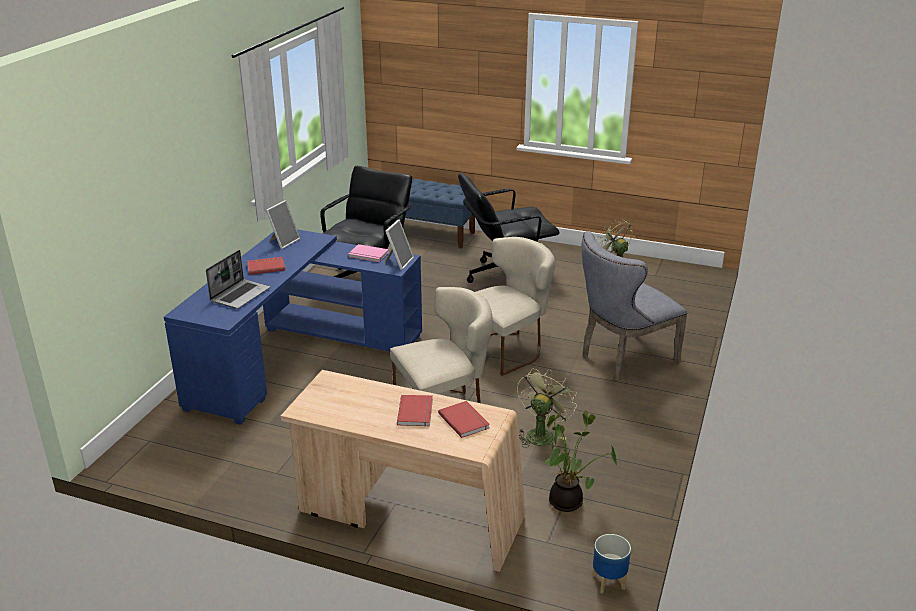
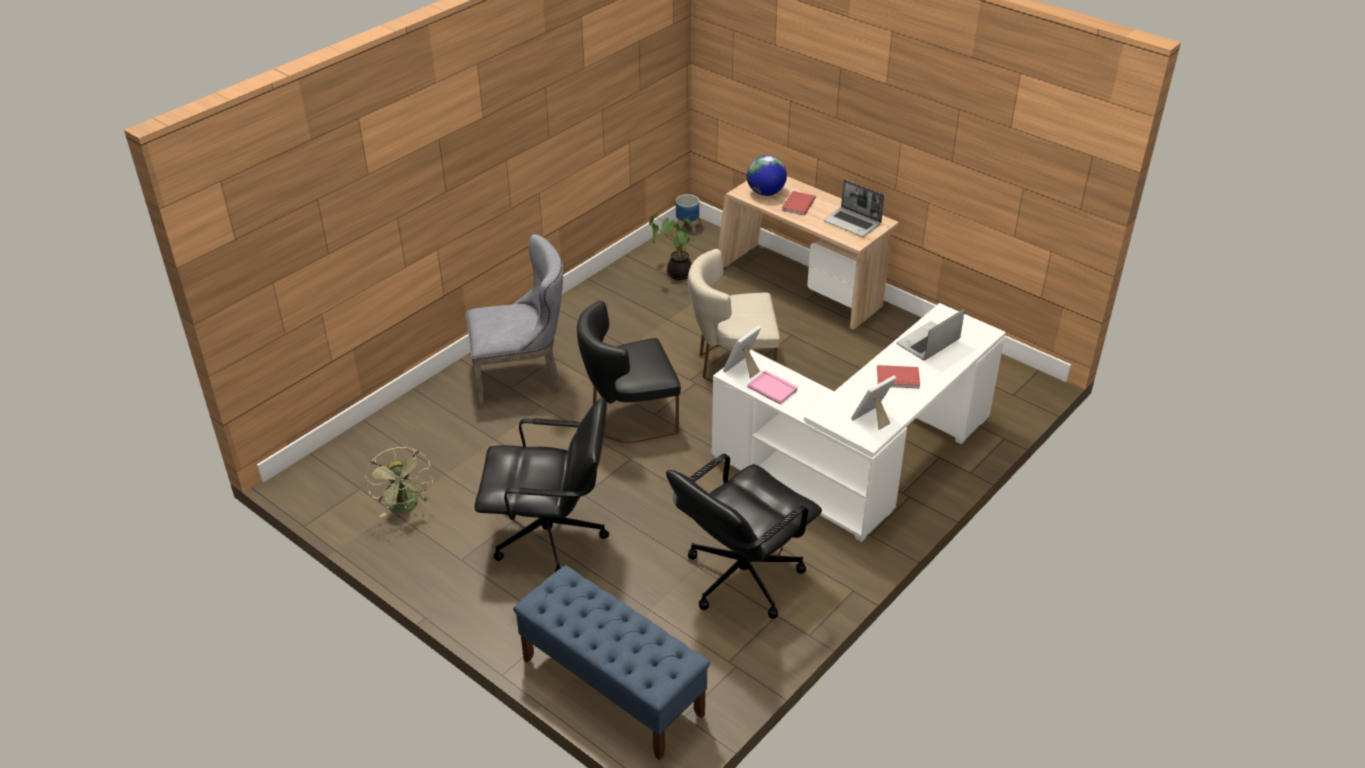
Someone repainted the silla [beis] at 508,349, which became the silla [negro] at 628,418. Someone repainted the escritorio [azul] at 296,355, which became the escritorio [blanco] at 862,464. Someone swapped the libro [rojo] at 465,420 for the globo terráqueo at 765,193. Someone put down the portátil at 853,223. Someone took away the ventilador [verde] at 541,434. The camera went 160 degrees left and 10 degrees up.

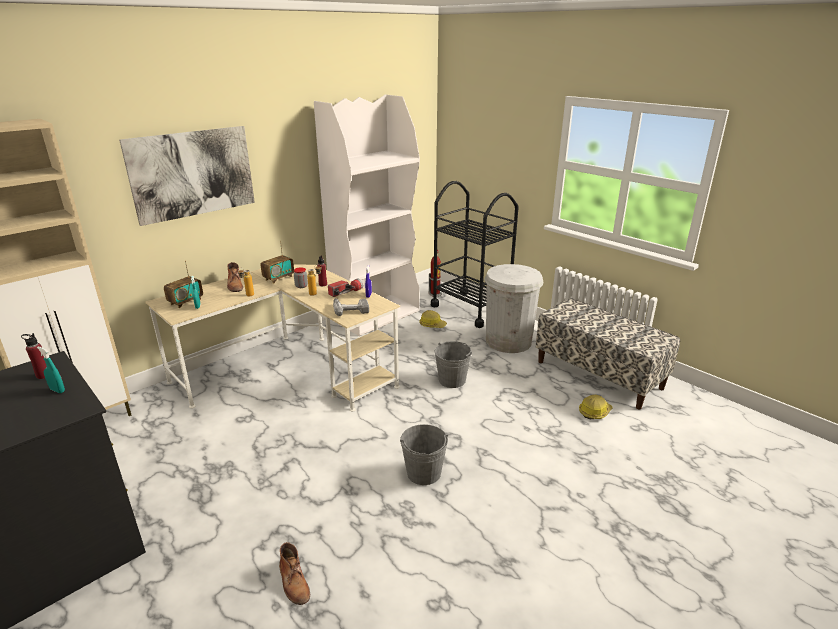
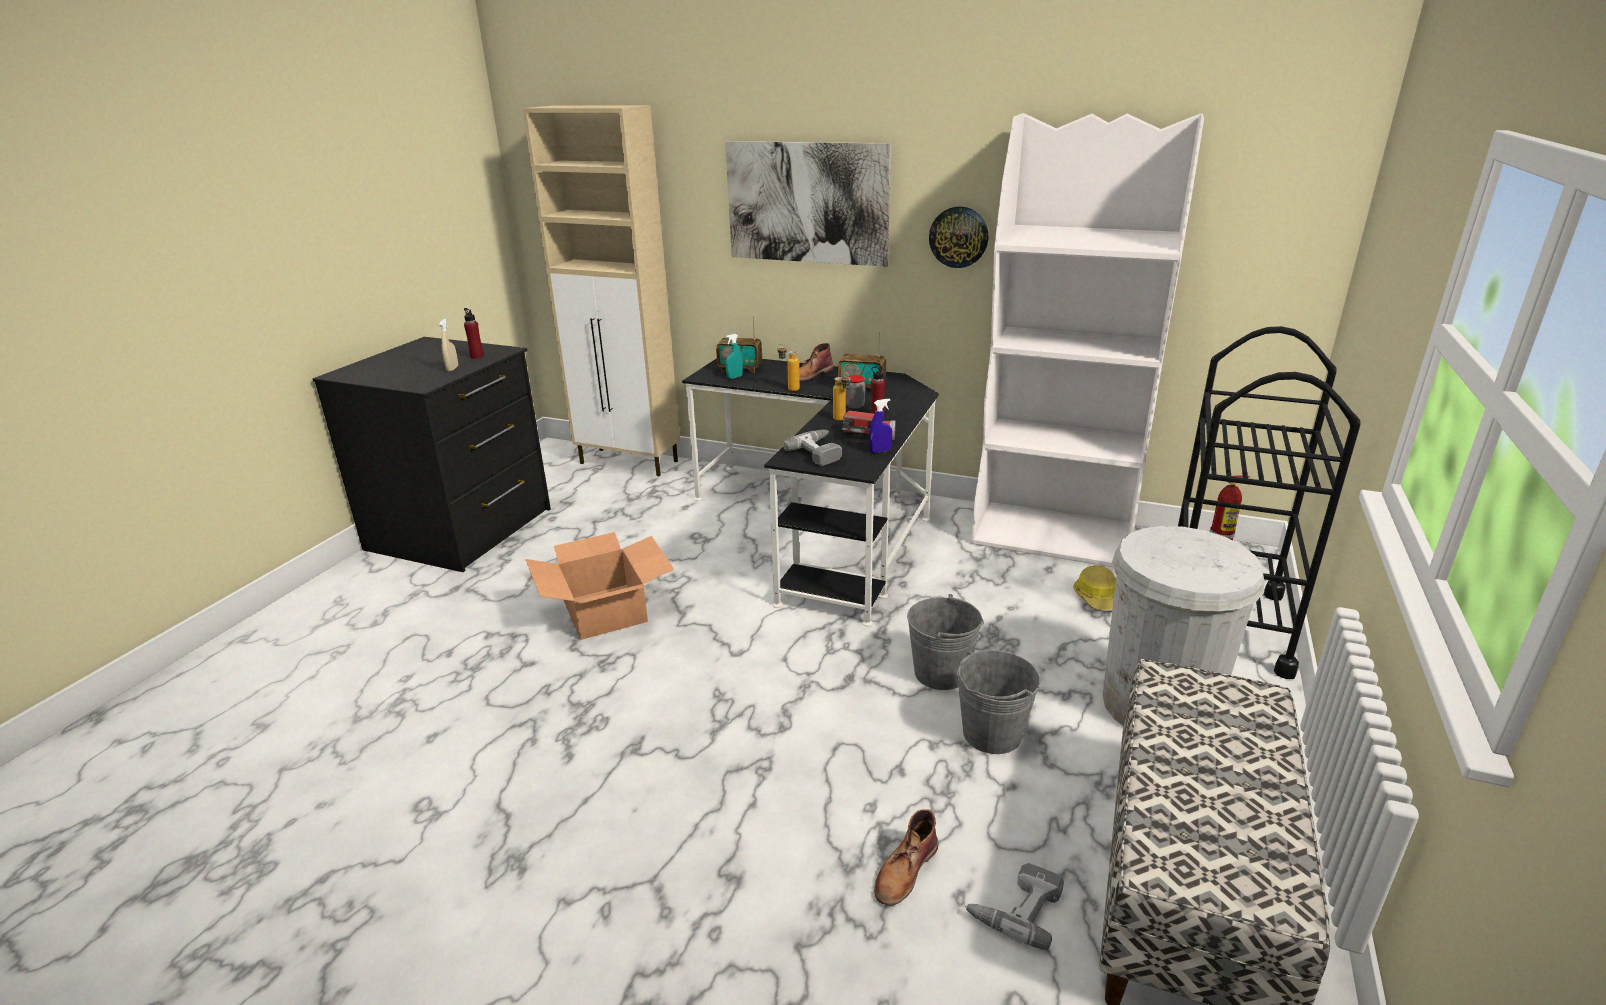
Someone repainted the pulverizador [turquesa] at 57,390, which became the pulverizador [beis] at 452,369. Someone put down the caja de cartón at 606,611. Someone repainted the escritorio [beis] at 289,370, which became the escritorio [negro] at 824,525. Someone carried the bota [marrón] from 294,582 to 905,870. Someone put up the reloj de pared at 958,237. Someone carried the cubo [gris] from 424,473 to 992,733. Someone swapped the casco at 594,412 for the taladro at 1015,908. The camera went 65 degrees right and 0 degrees up.

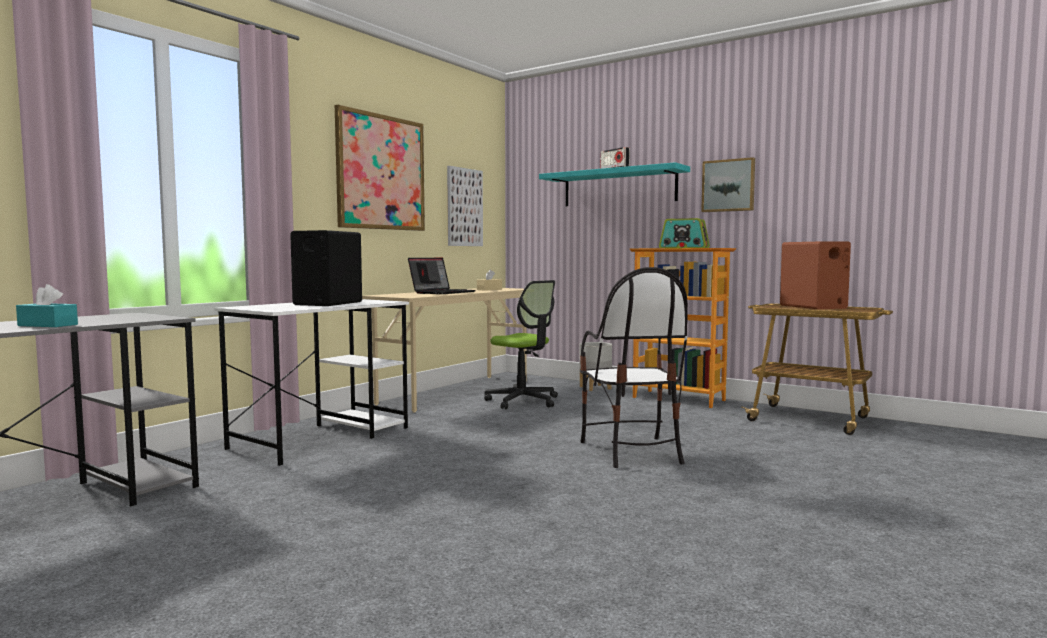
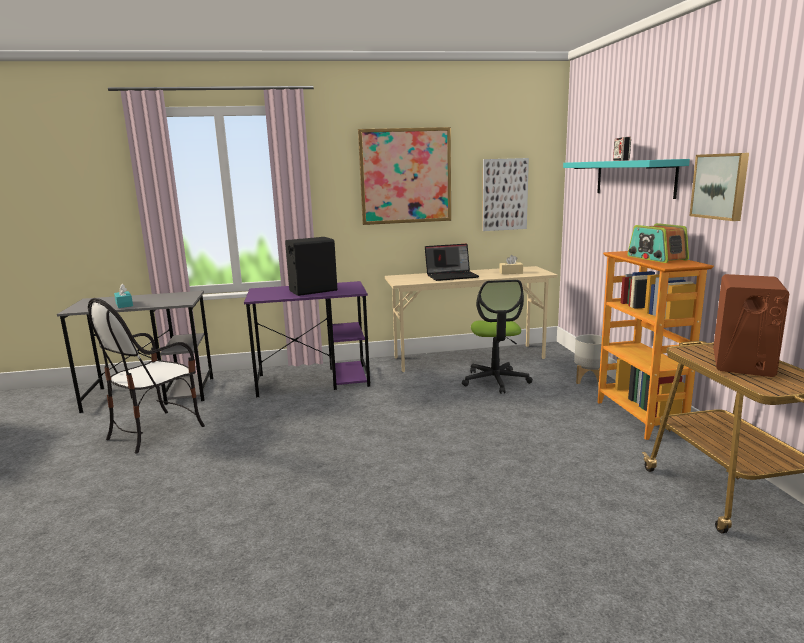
Someone carried the silla from 631,451 to 156,431. Someone repainted the escritorio [blanco] at 322,437, which became the escritorio [morado] at 314,380. The camera went 45 degrees right and 10 degrees up.

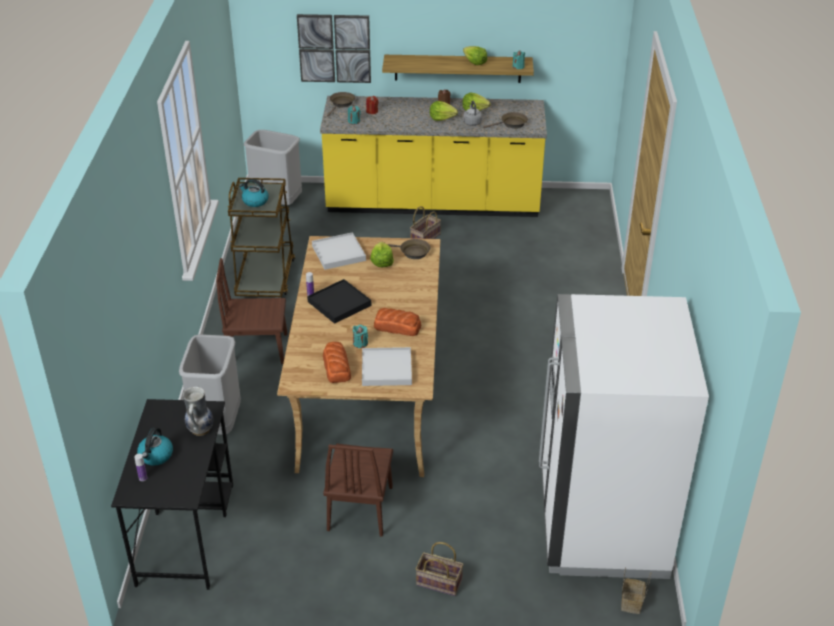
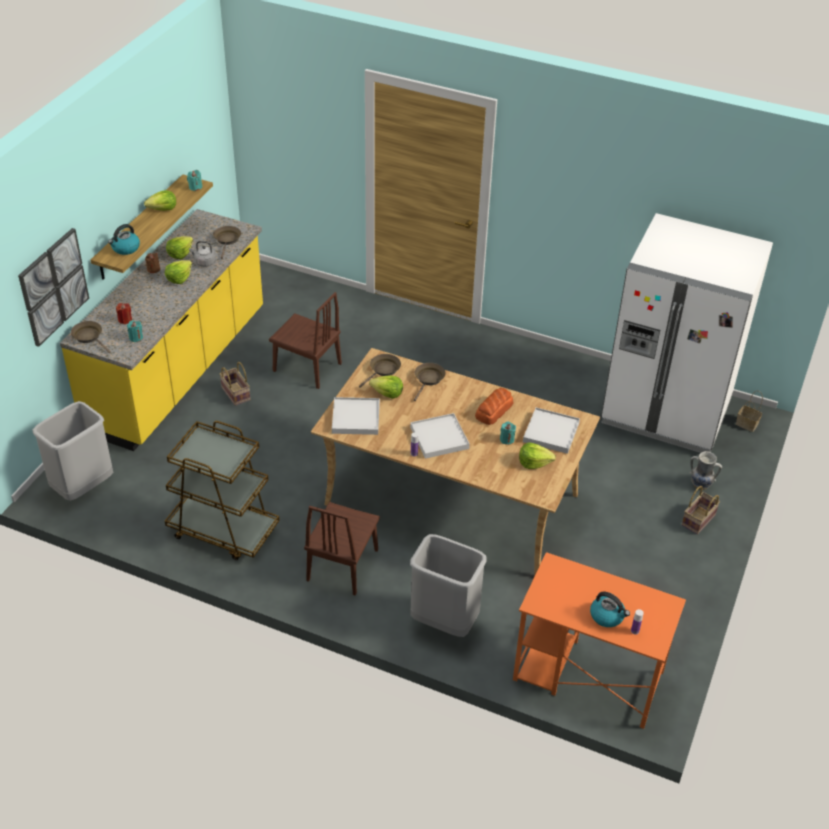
Someone carried the hervidor from 255,201 to 125,248. Someone carried the silla [marrón] from 360,508 to 307,367. Someone repainted the bandeja [negro] at 339,303, which became the bandeja [blanco] at 439,438. Someone put down the sartén [marrón] at 428,379. Someone repainted the escritorio [negro] at 186,532, which became the escritorio [naranja] at 586,676. Someone swapped the pan at 337,367 for the lechuga at 534,462. Someone carried the florero from 200,429 to 700,485. The camera went 70 degrees left and 5 degrees up.

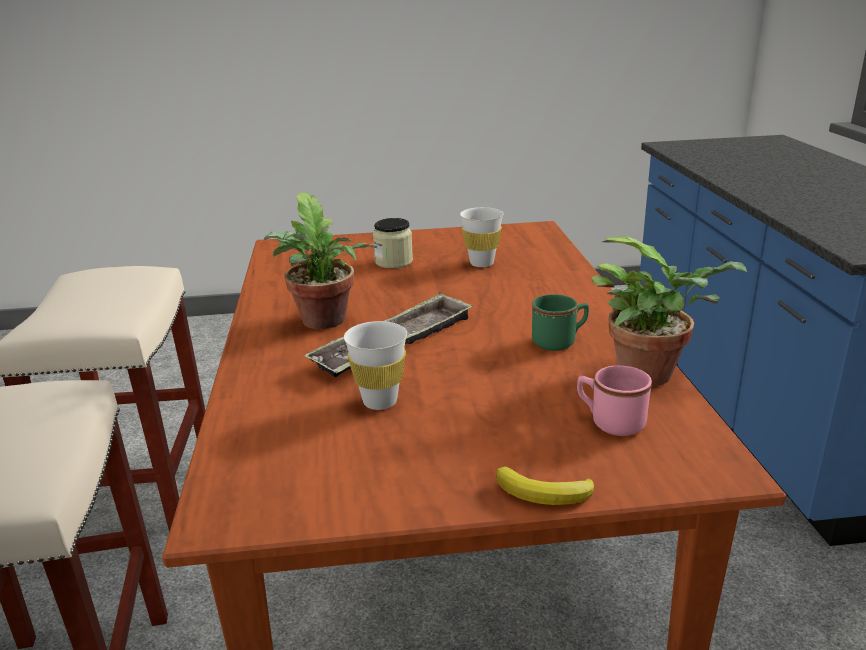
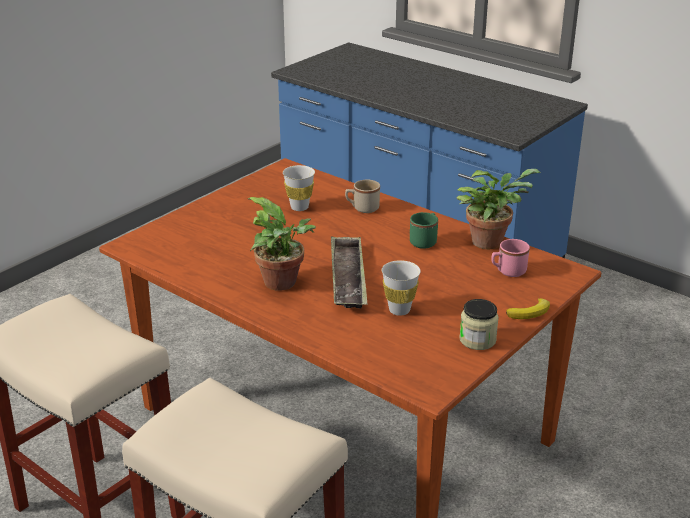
Someone put down the taza grande [beis] at 362,208. Someone carried the tarro from 393,262 to 477,340. The camera went 45 degrees left and 5 degrees up.

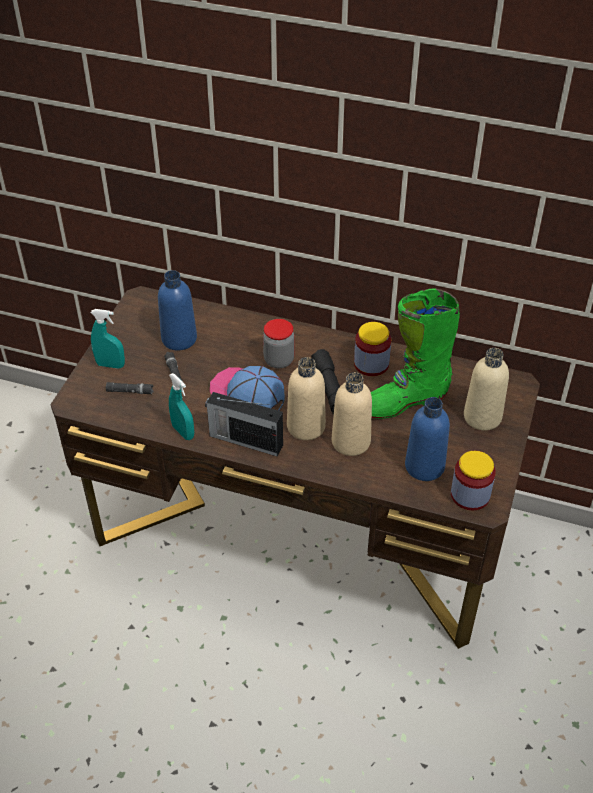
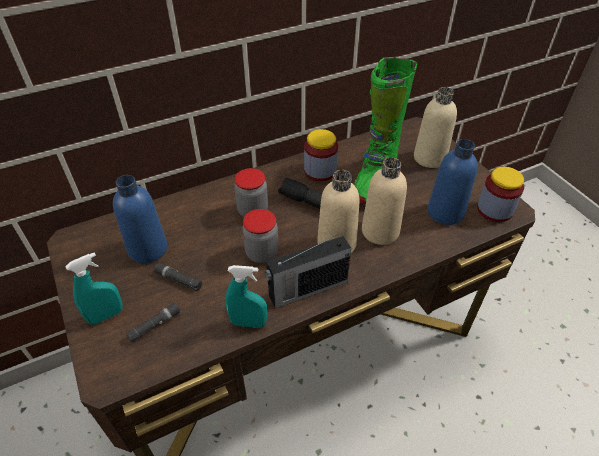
Someone swapped the gorra at 247,395 for the tarro at 262,253. The camera went 45 degrees left and 0 degrees up.

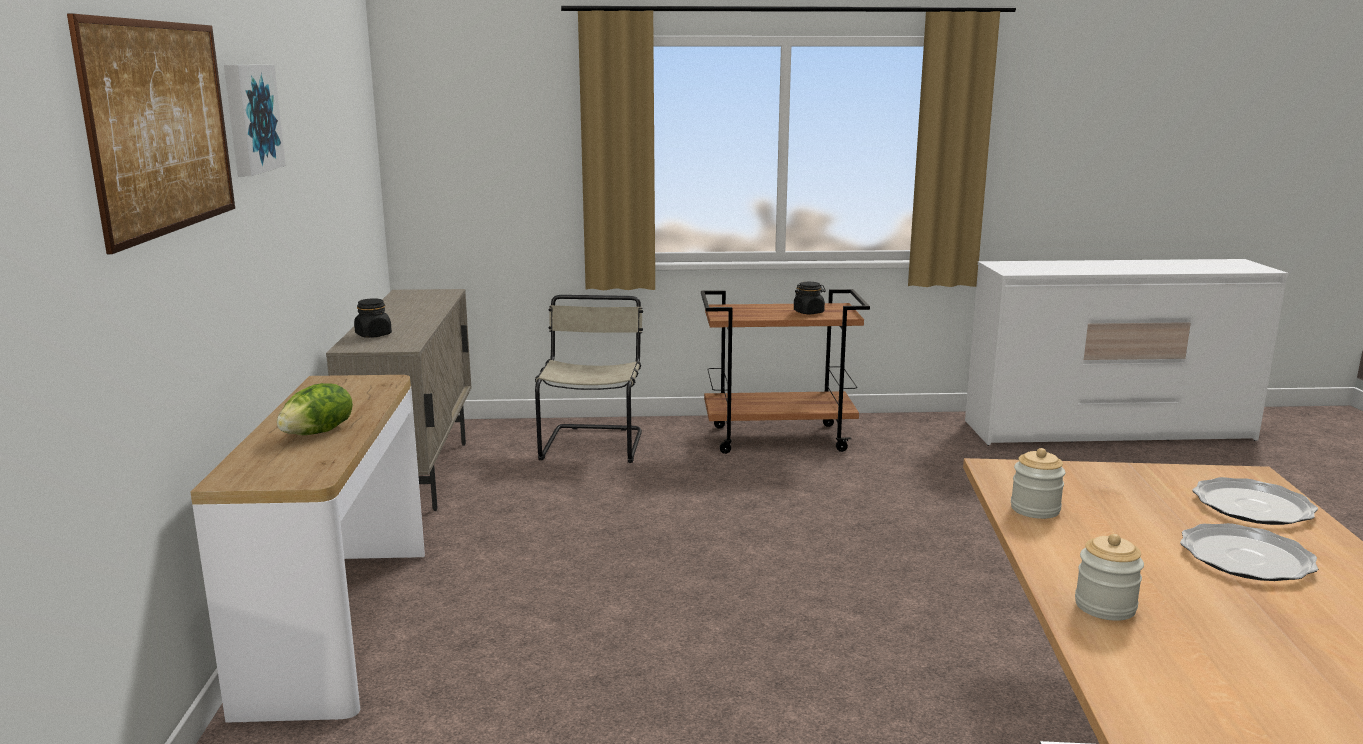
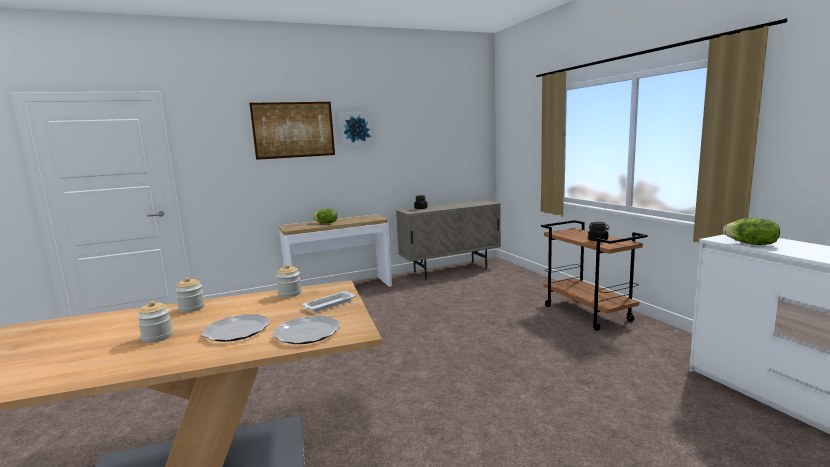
Someone put down the tarro at 157,337. Someone put down the bandeja [blanco] at 328,304. Someone put down the lechuga at 751,244. Someone took away the silla [beis] at 593,444. The camera went 70 degrees right and 5 degrees down.

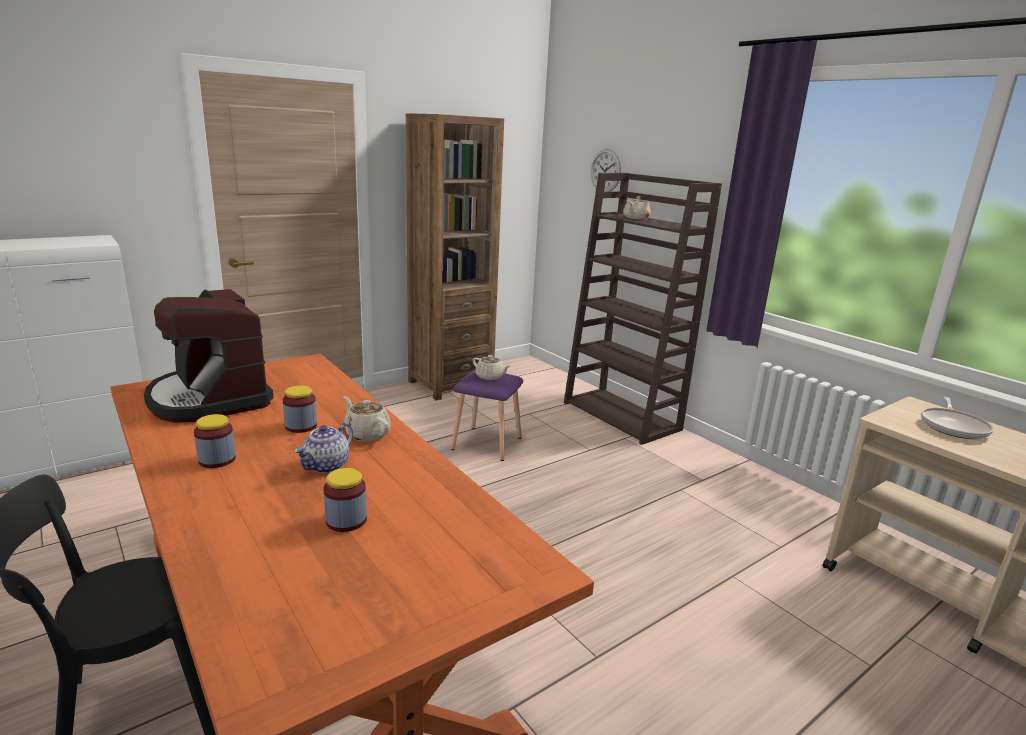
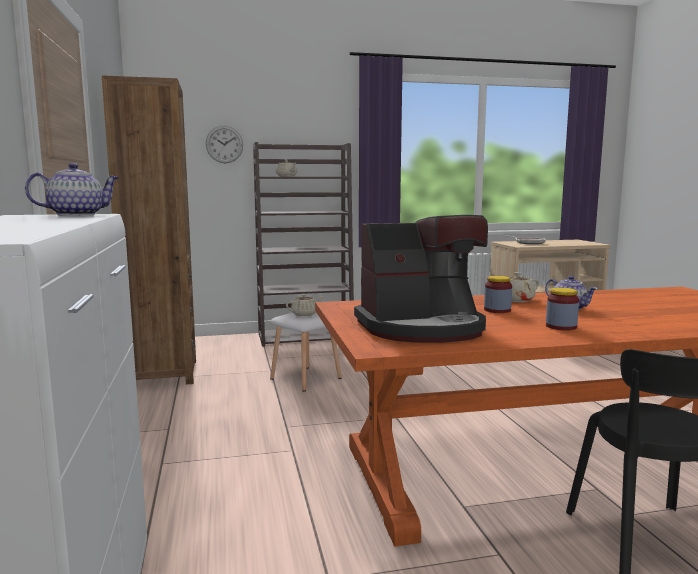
Someone put down the tetera at 77,215. Someone repainted the taburete [morado] at 485,443, which became the taburete [blanco] at 305,379. Someone took away the tarro at 346,520. The camera went 65 degrees left and 10 degrees down.

